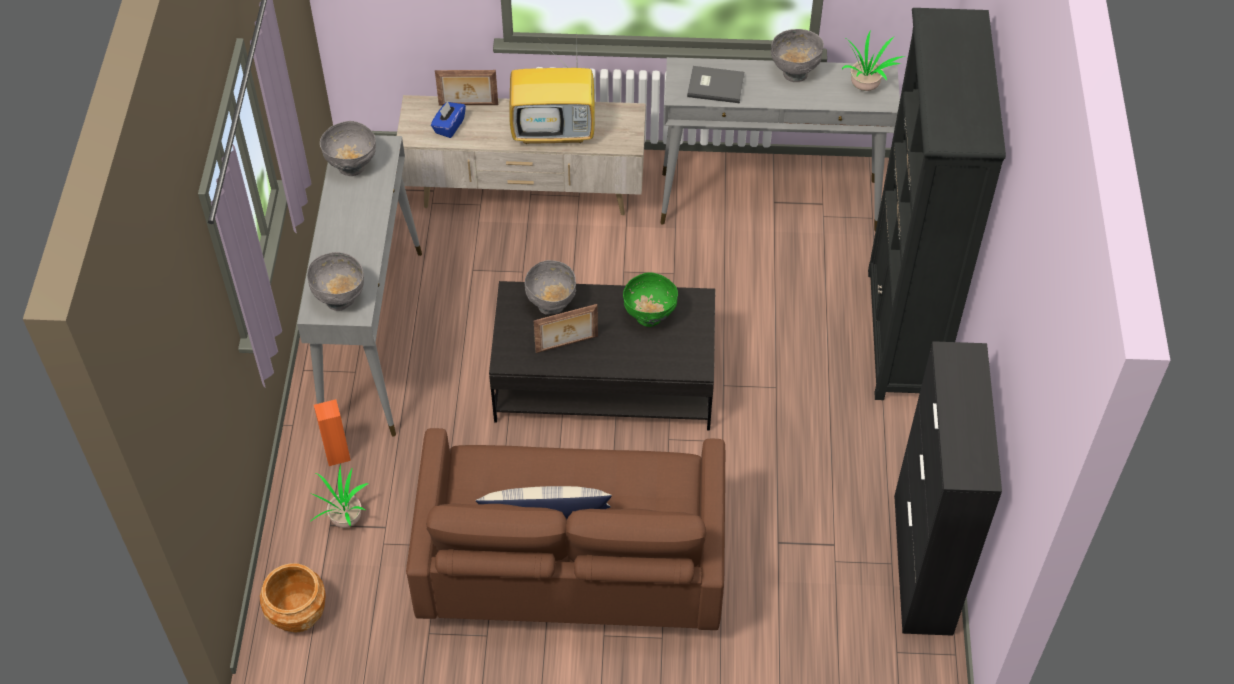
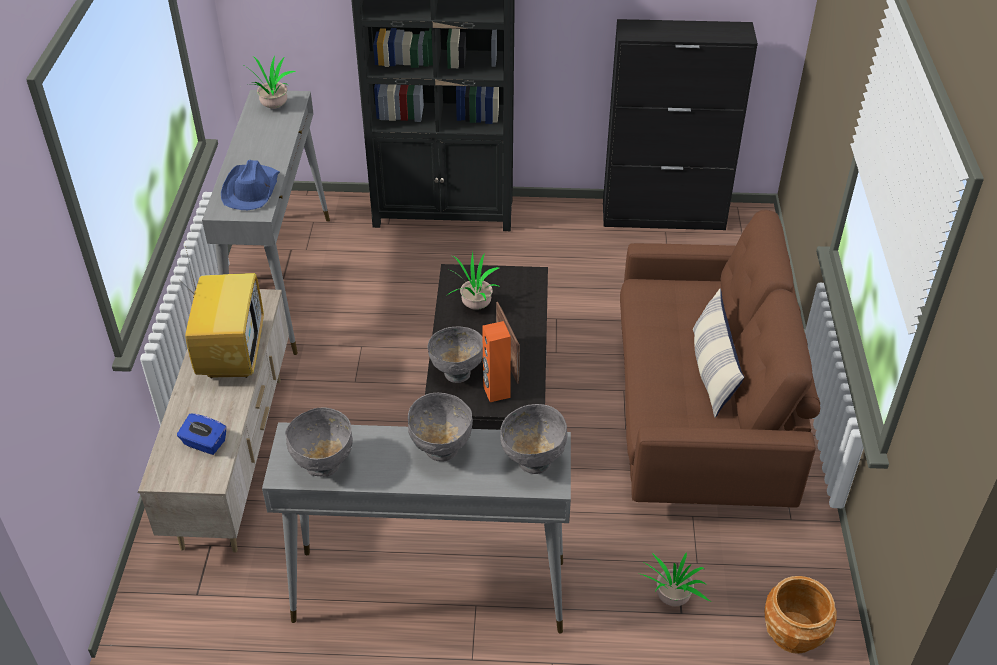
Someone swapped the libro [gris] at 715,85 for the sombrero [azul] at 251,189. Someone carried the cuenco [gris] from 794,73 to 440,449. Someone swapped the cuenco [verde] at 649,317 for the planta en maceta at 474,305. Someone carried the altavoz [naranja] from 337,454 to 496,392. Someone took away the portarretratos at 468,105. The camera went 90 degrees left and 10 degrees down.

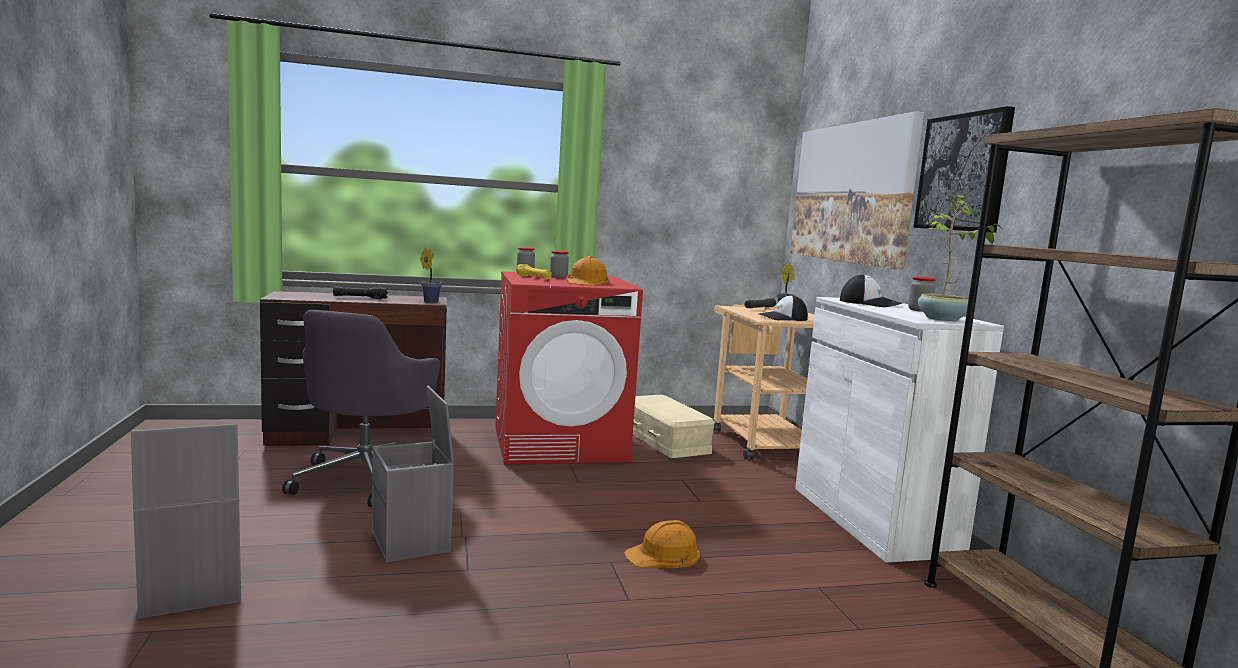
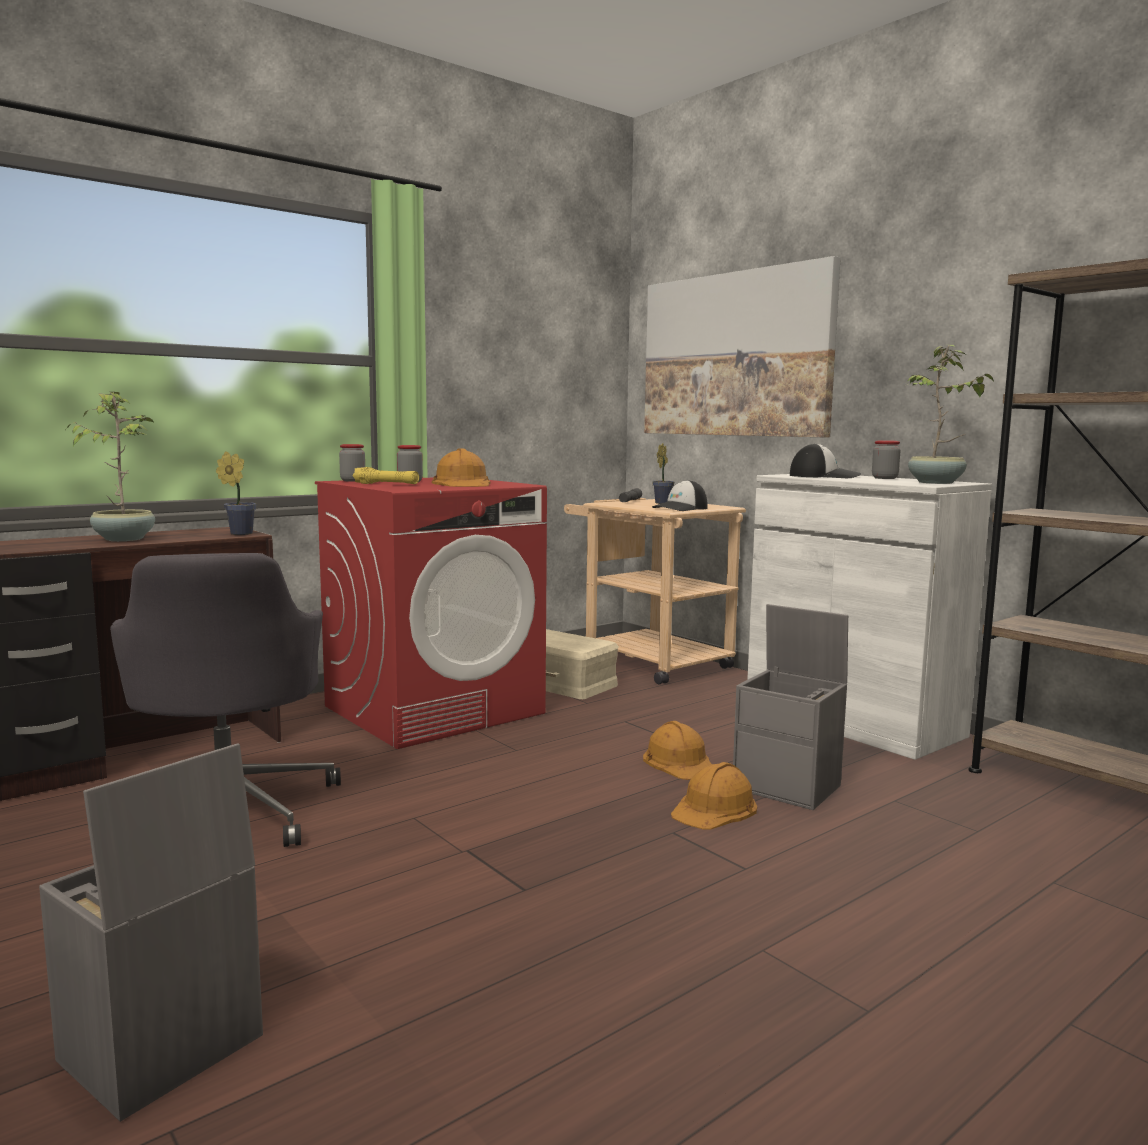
Someone swapped the linterna [negro] at 360,298 for the planta en maceta at 124,539. Someone put down the casco [naranja] at 680,762. Someone carried the caja de almacenaje [gris] from 412,542 to 789,787. Someone took away the cuadro at 963,172. The camera went 25 degrees left and 0 degrees up.

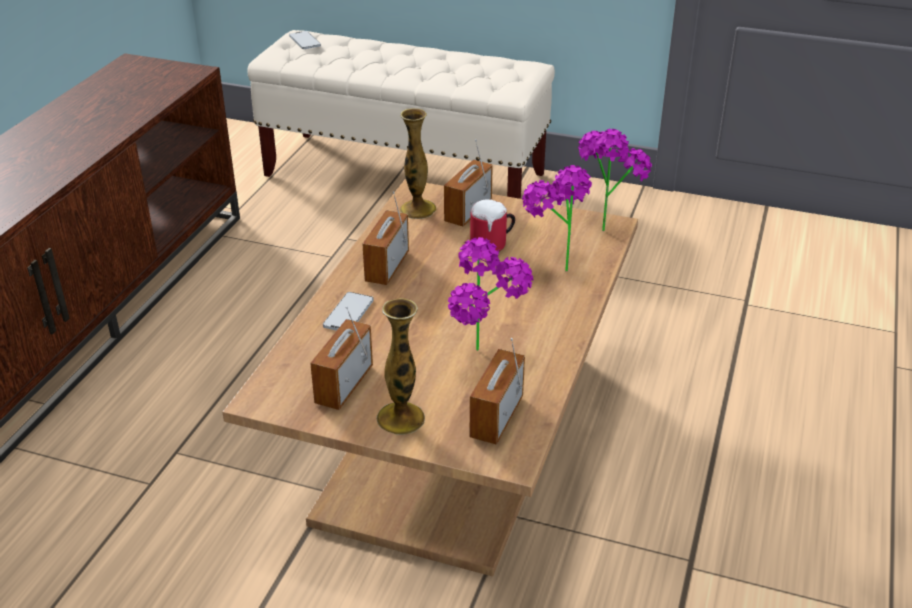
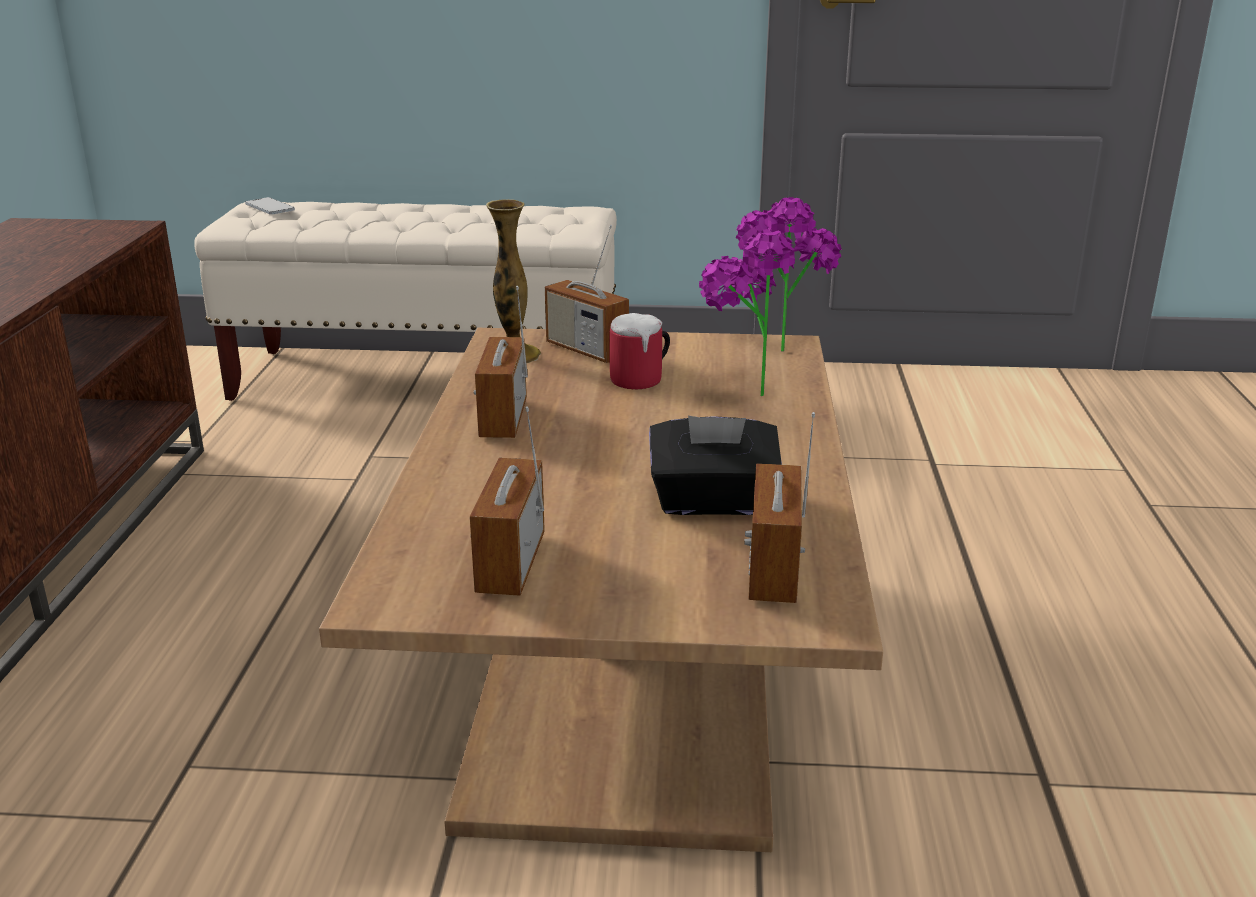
Someone rotated the radio at 468,211 by 60 degrees counterclockwise. Someone swapped the planta en maceta at 487,358 for the caja de pañuelos [negro] at 713,502. Someone took away the móvil at 348,313. Someone took away the florero at 400,418. The camera went 15 degrees left and 10 degrees down.

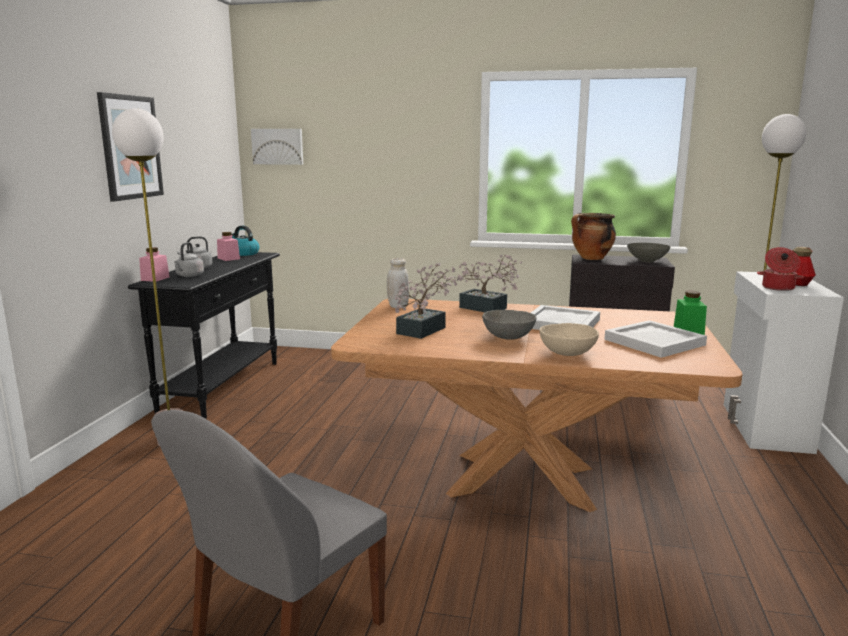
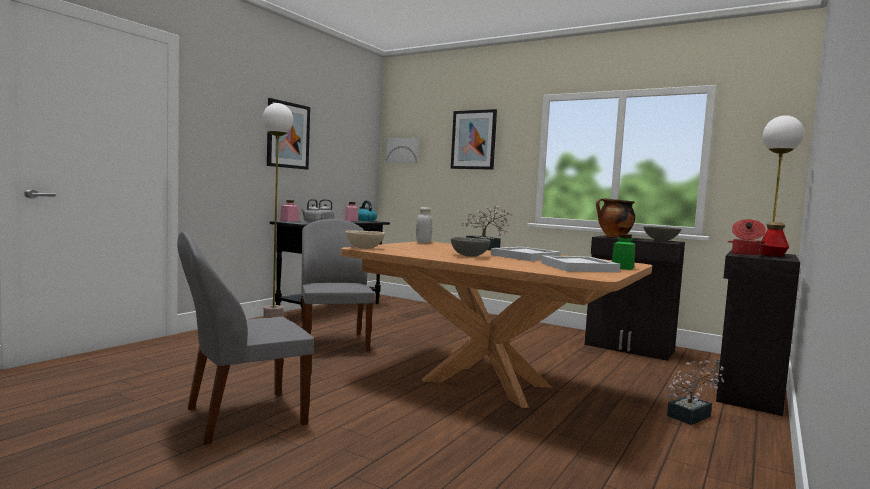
Someone put down the silla [gris] at 334,342. Someone carried the cuenco [beis] from 566,354 to 364,248. Someone put up the cuadro at 473,140. Someone carried the planta en maceta from 425,329 to 692,415. Someone repainted the armario [blanco] at 764,427, which became the armario [negro] at 747,393. The camera went 20 degrees right and 10 degrees down.

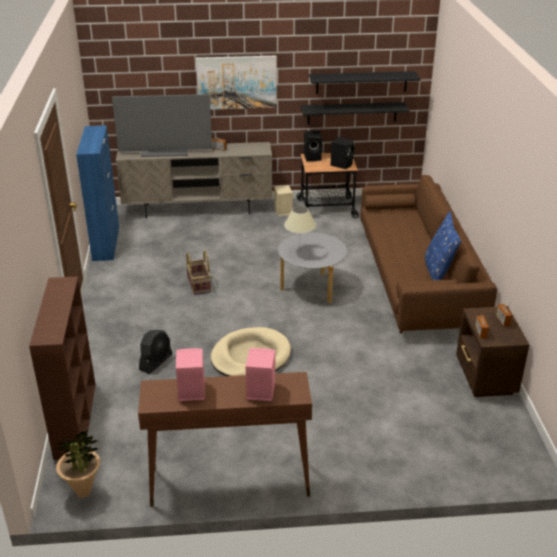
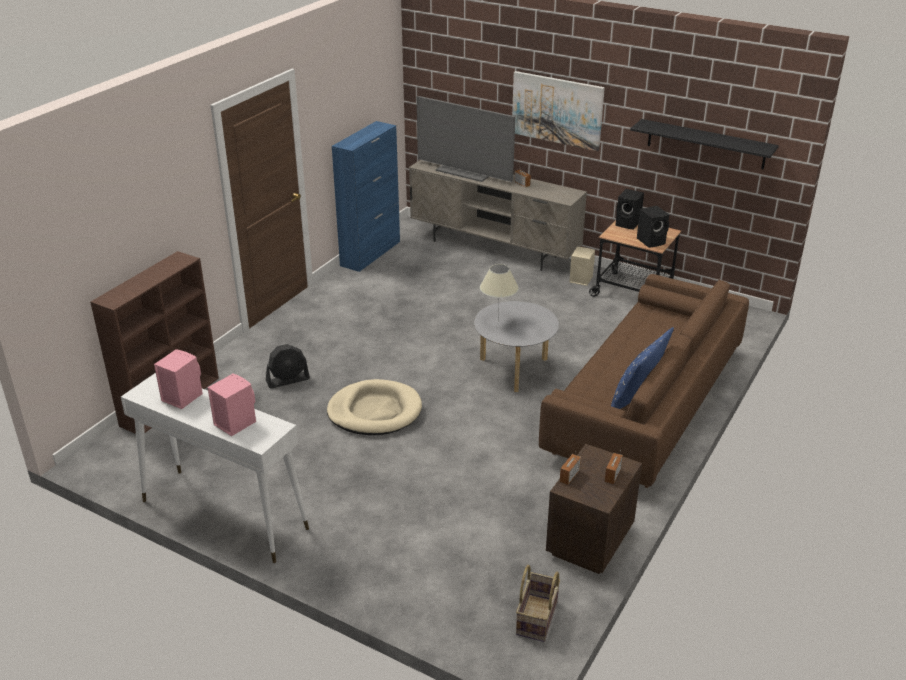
Someone repainted the mesa consola [marrón] at 228,482, which became the mesa consola [blanco] at 223,514. Someone carried the cesta from 199,285 to 537,618. Someone took away the planta en maceta at 84,492. Someone took away the estante [negro] at 352,113. The camera went 35 degrees right and 0 degrees up.

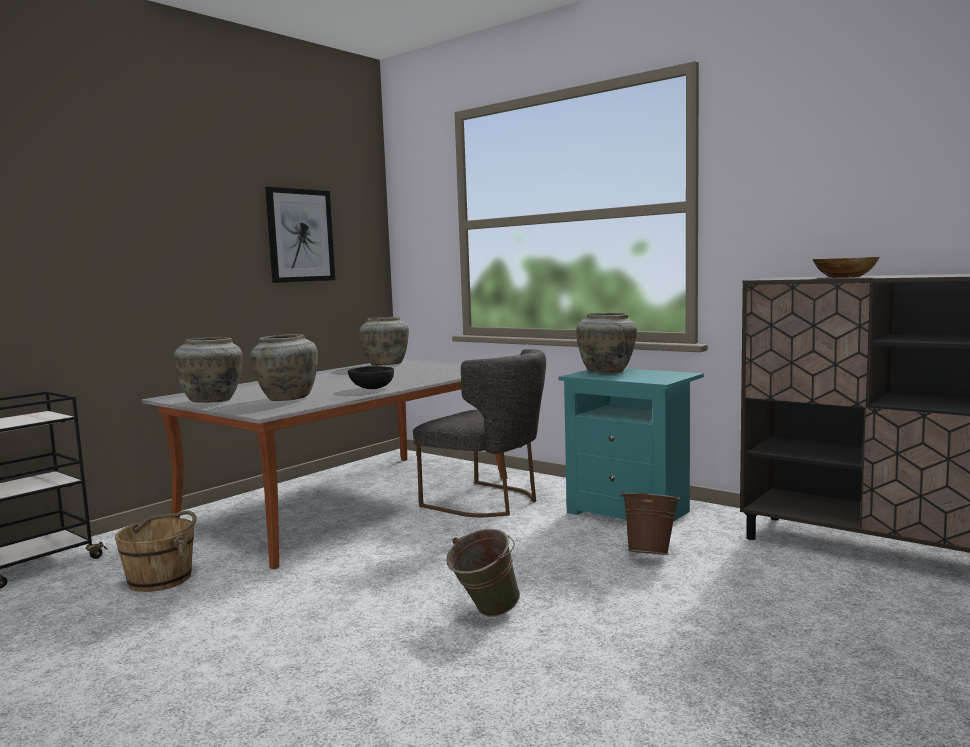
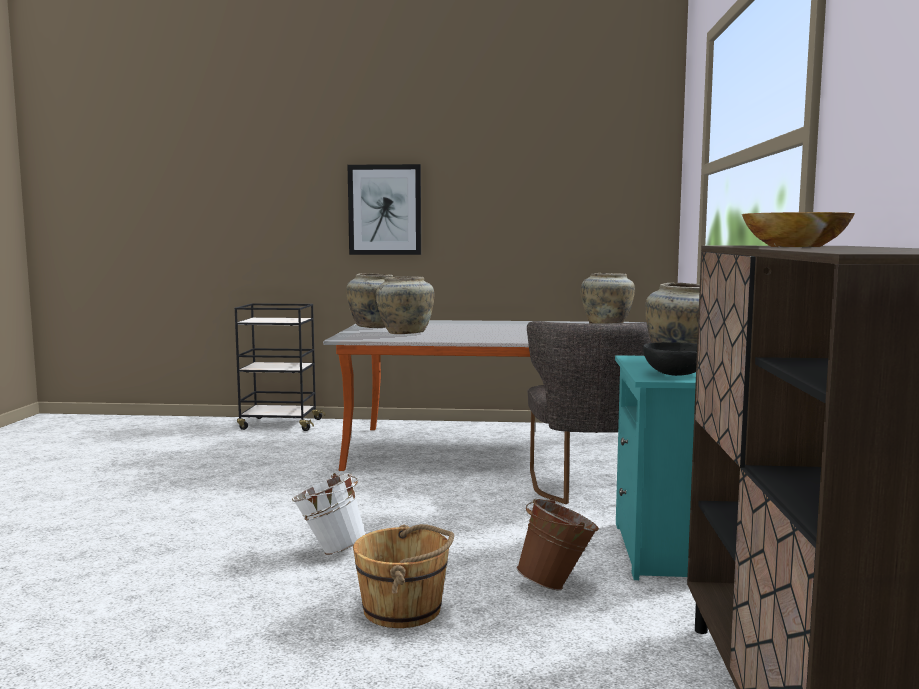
Someone repainted the cubo [verde] at 484,613, which became the cubo [blanco] at 329,550. Someone carried the cuadro from 300,235 to 385,210. Someone carried the cubo [marrón] from 161,579 to 404,609. Someone carried the cuenco [negro] from 371,388 to 675,374. The camera went 55 degrees right and 0 degrees up.

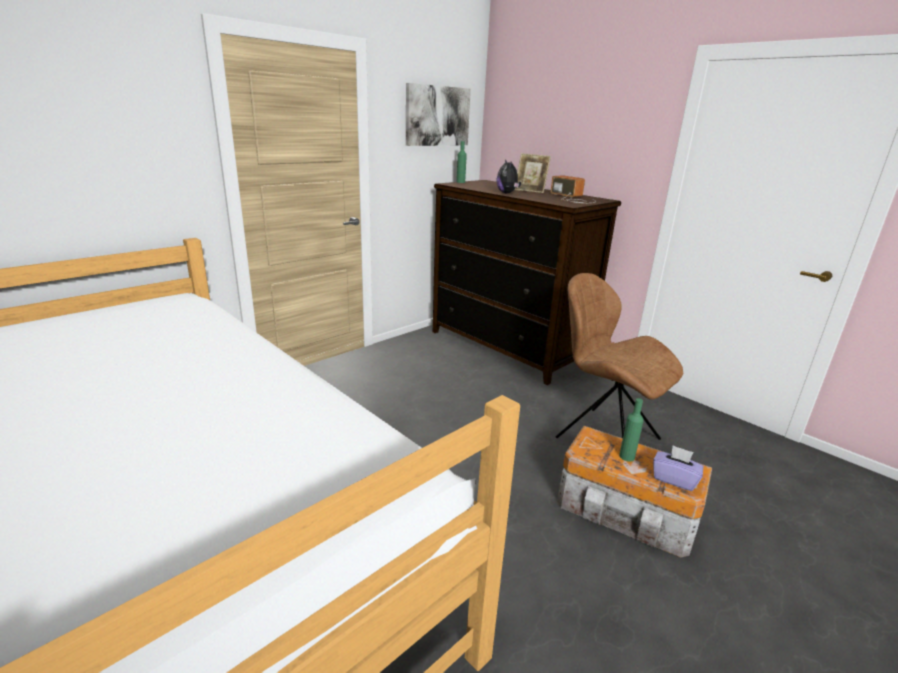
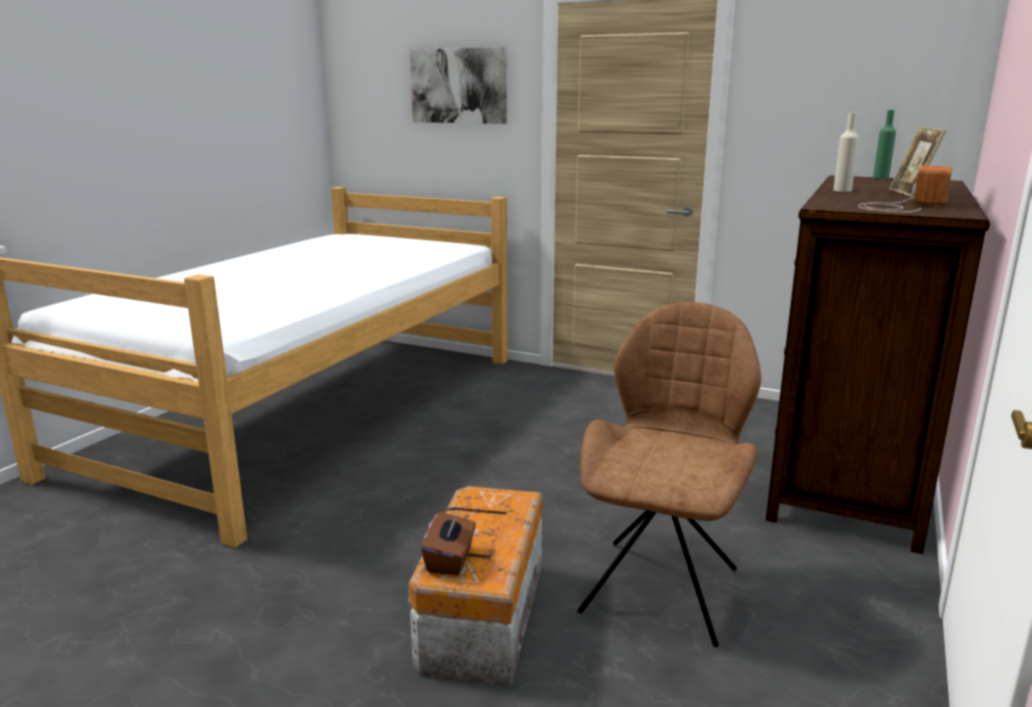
Someone carried the cuadro from 437,116 to 459,86. Someone repainted the caja de pañuelos [morado] at 674,479, which became the caja de pañuelos [marrón] at 450,560. Someone swapped the peluche at 507,193 for the botella [beis] at 842,190. Someone took away the botella [verde] at 626,456. The camera went 70 degrees right and 5 degrees down.

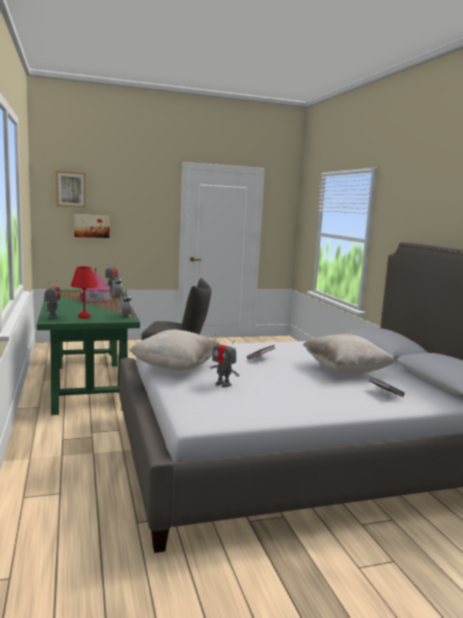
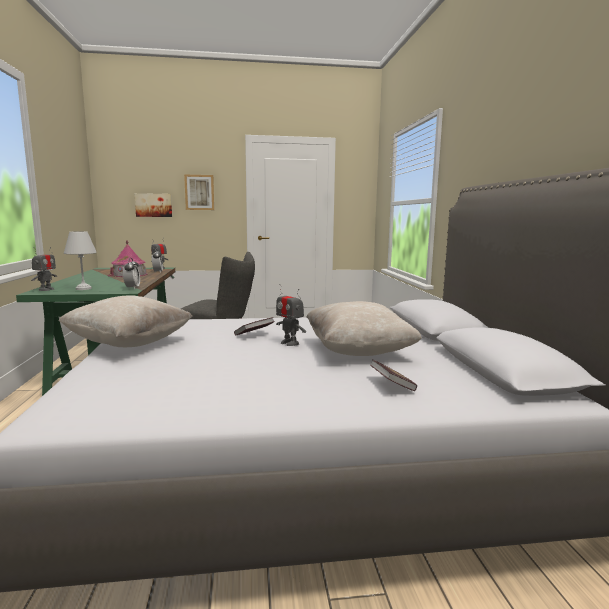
Someone repainted the lámpara de mesa [rojo] at 84,316, which became the lámpara de mesa [blanco] at 83,288. Someone carried the cuadro from 71,189 to 199,192. Someone carried the robot de juguete from 223,384 to 289,343. The camera went 10 degrees right and 0 degrees up.

